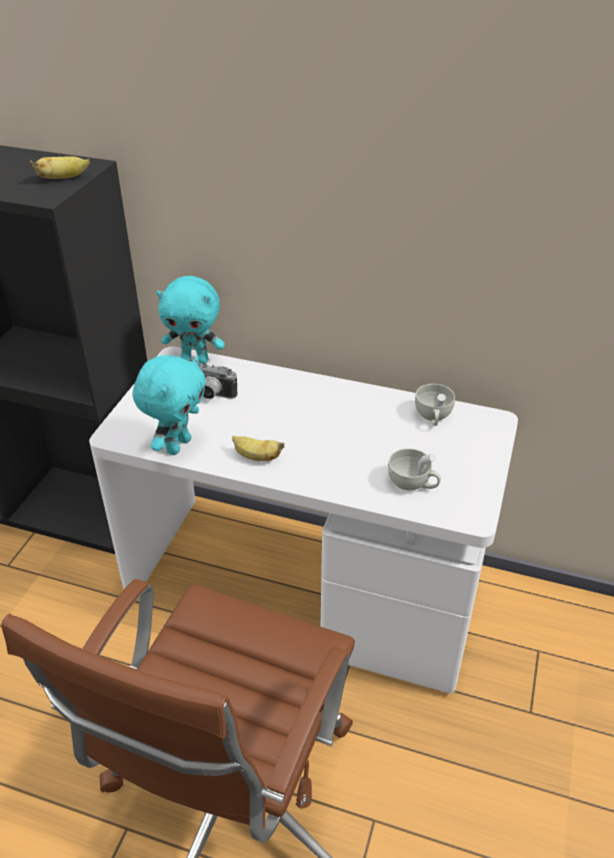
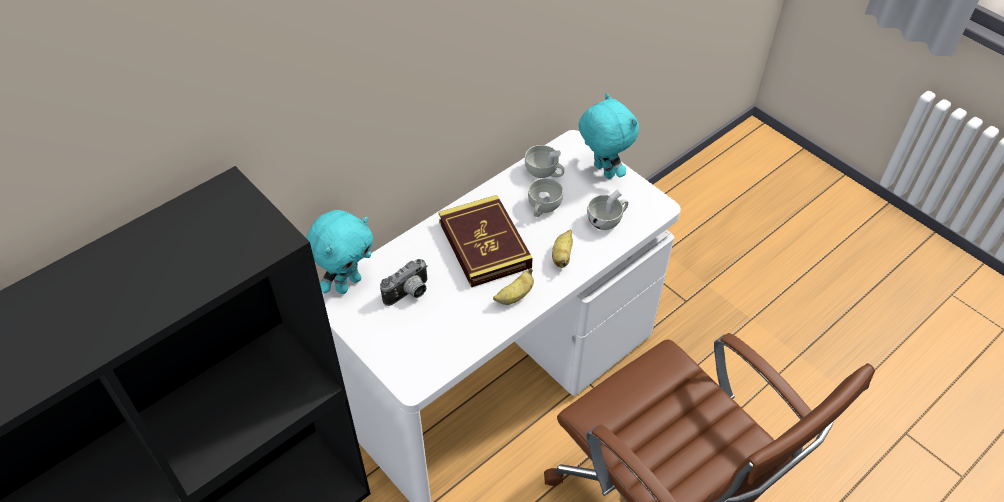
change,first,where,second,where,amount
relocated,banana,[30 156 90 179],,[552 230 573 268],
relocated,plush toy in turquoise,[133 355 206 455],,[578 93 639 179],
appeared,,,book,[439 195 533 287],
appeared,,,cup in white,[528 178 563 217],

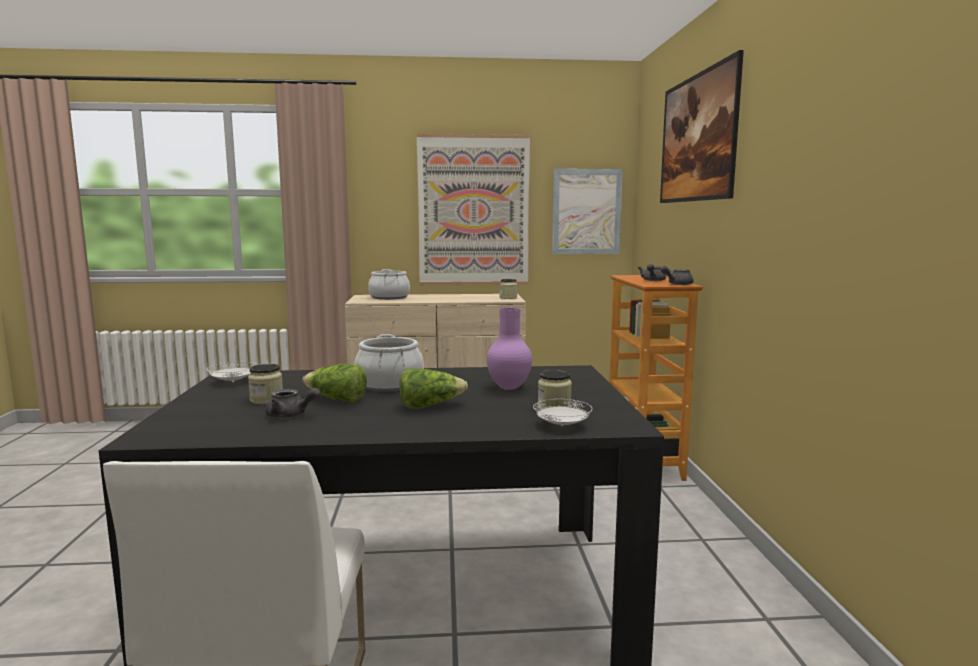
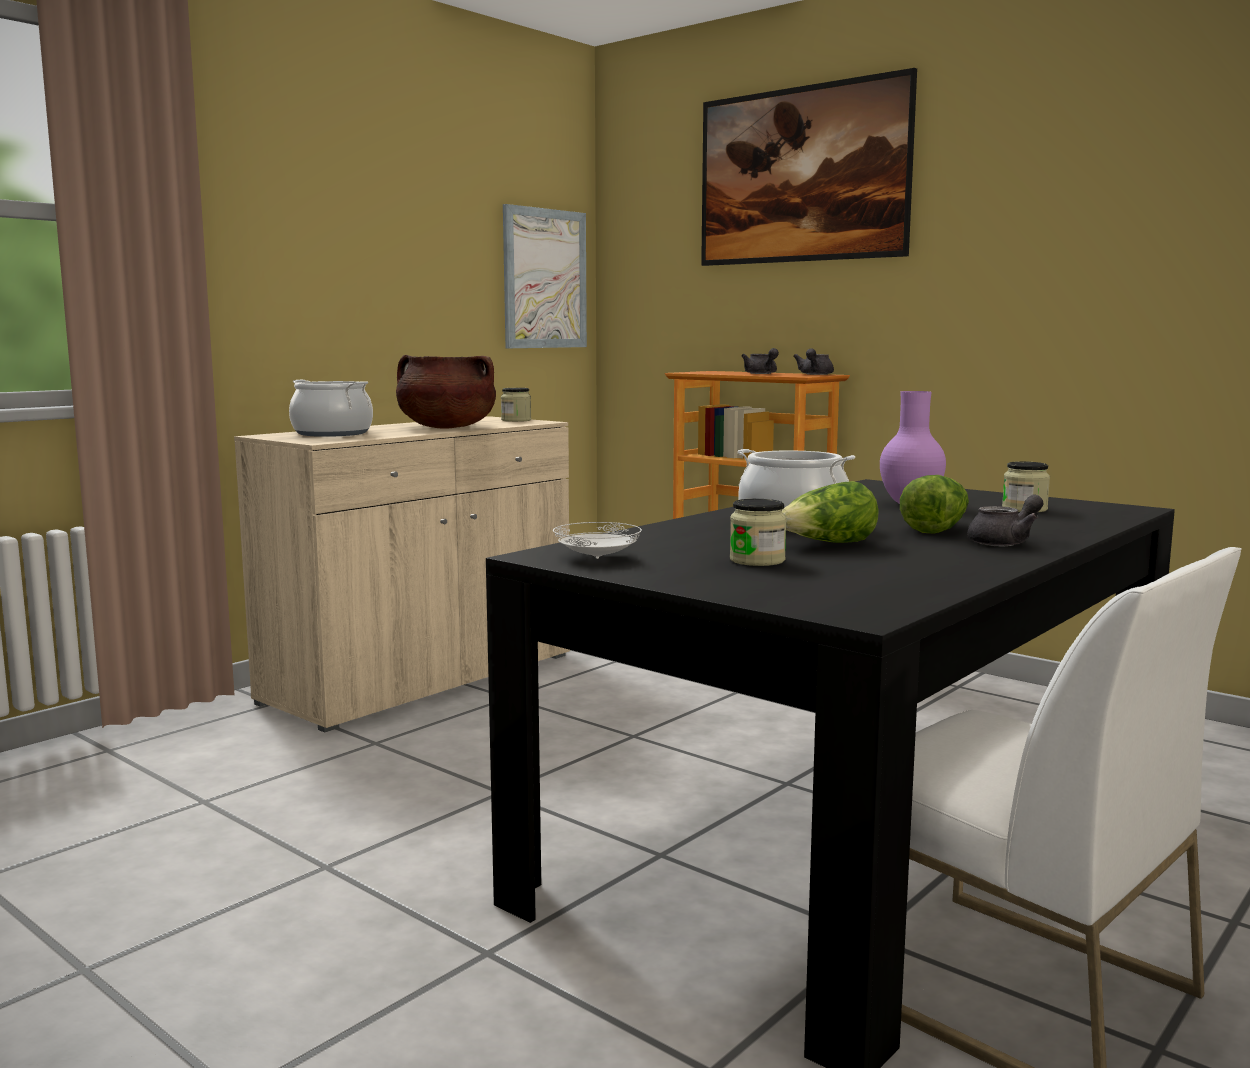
change,first,where,second,where,amount
relocated,teapot in grey,[266 388 321 418],,[967 495 1044 546],
missing,picture,[417 133 530 285],,,
missing,plate in white,[533 399 592 426],,,
appeared,,,cooking pot in brown,[396 355 496 428],

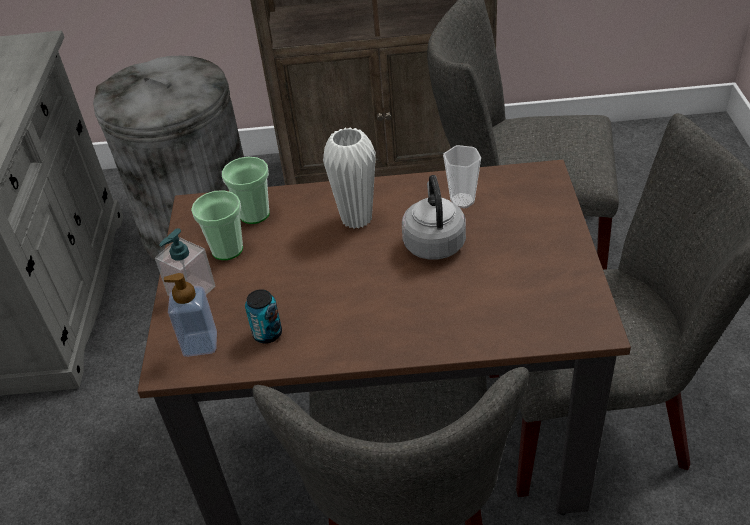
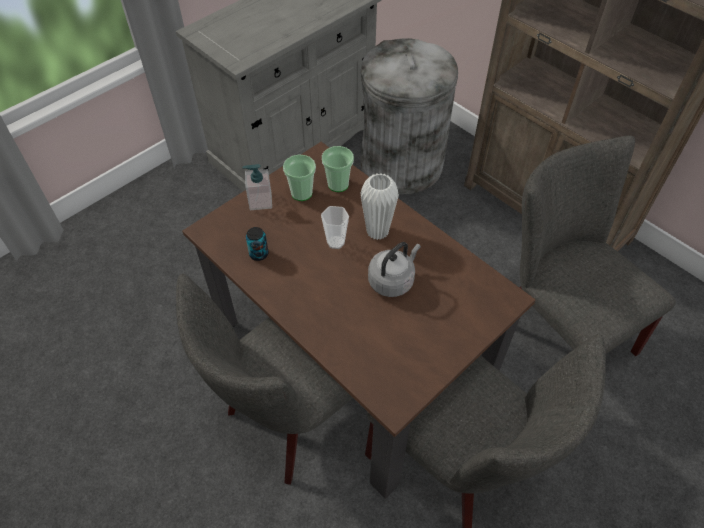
change,first,where,second,where,amount
missing,soap dispenser,[164 273 217 357],,,
relocated,cup,[443 145 481 208],,[321 206 349 249],

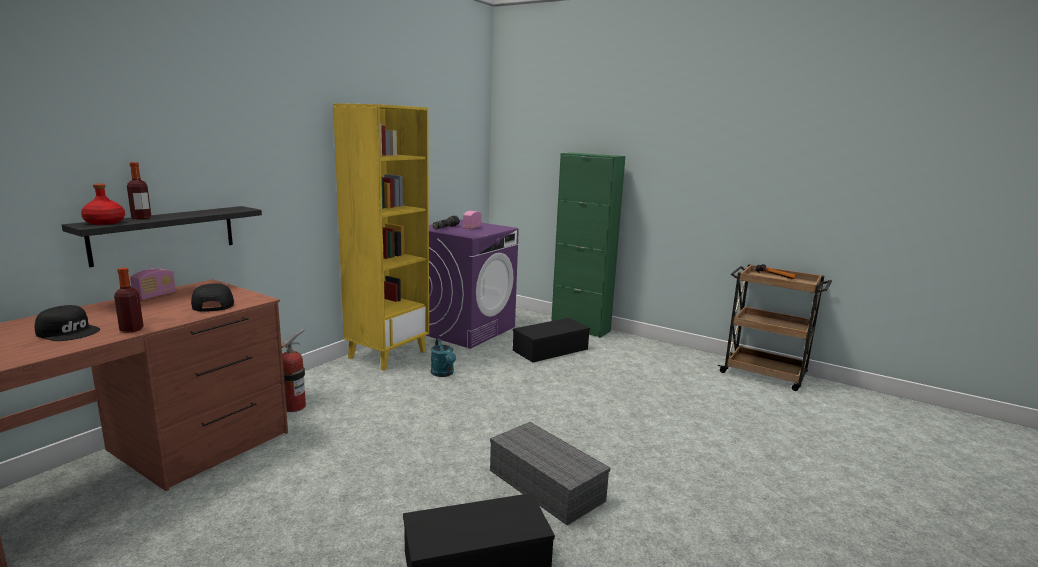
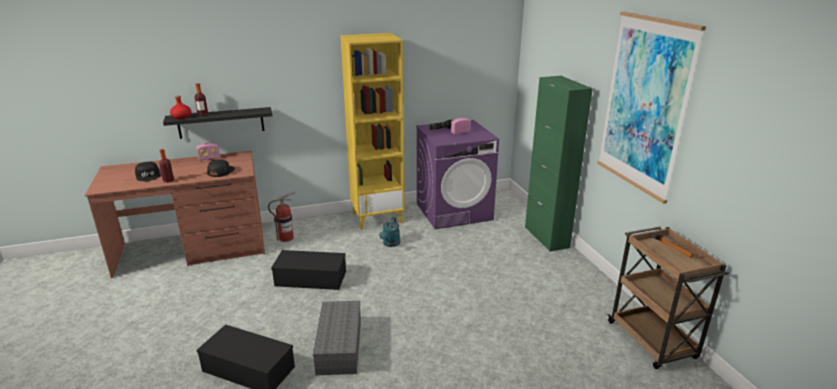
change,first,where,second,where,amount
relocated,storage box in black,[513 318 590 363],,[271 250 346 290],
appeared,,,picture,[597 12 706 204],

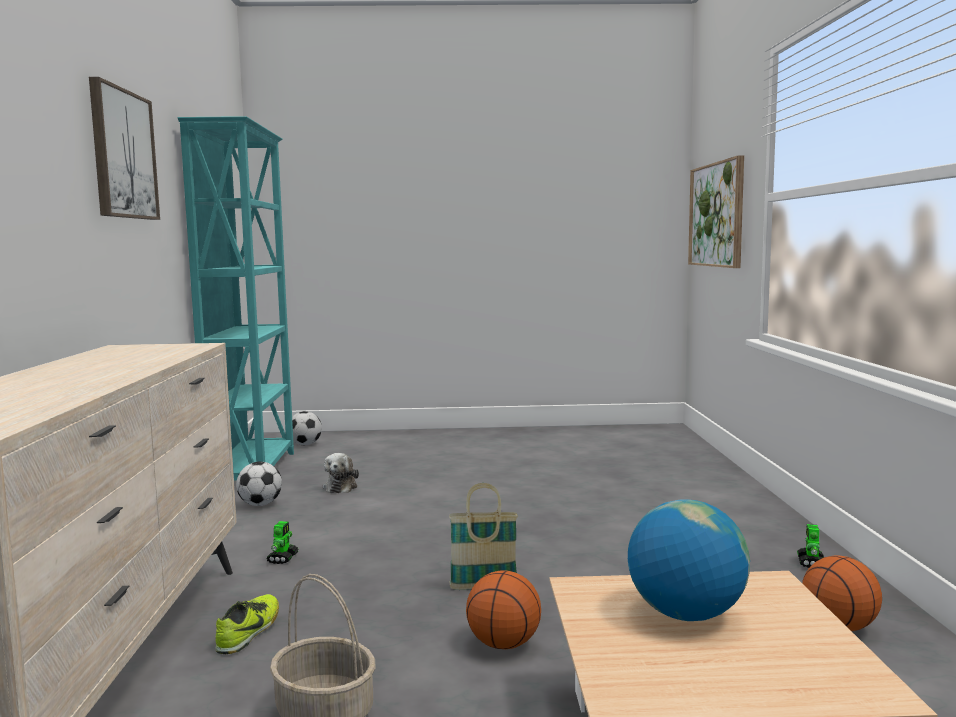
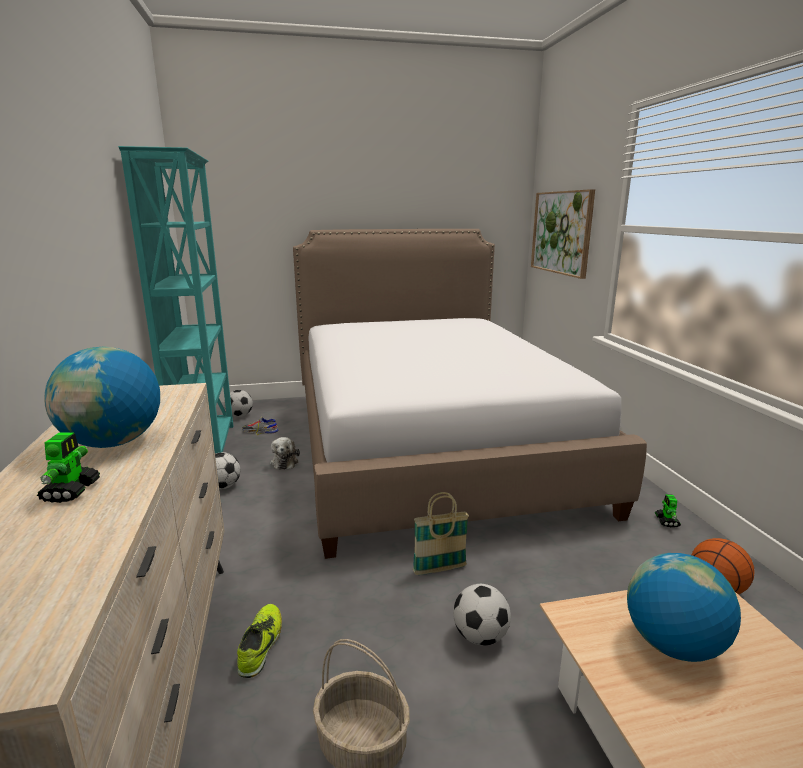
change,first,where,second,where,amount
missing,picture,[89 77 160 220],,,
relocated,toy robot,[266 521 298 564],,[37 432 100 503],
exchanged,basketball,[466 570 541 649],football,[453 584 511 646],
appeared,,,globe,[44 346 160 448],
appeared,,,shoe,[242 417 278 435],
appeared,,,bed,[293 229 647 559],

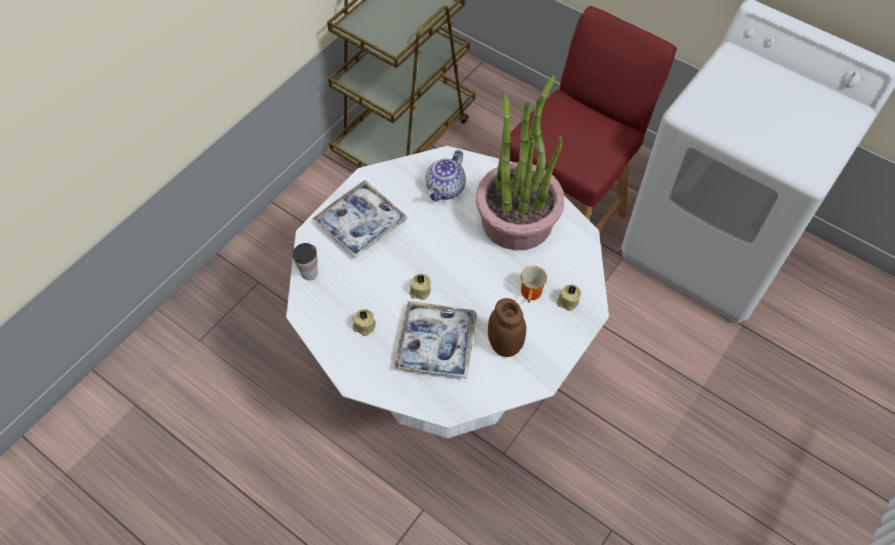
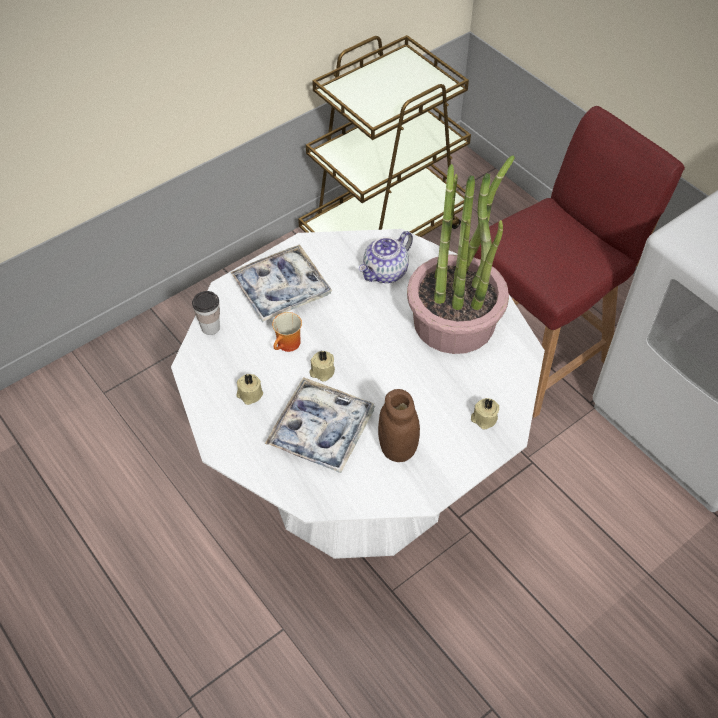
change,first,where,second,where,amount
relocated,mug,[521 266 547 303],,[272 312 302 352],

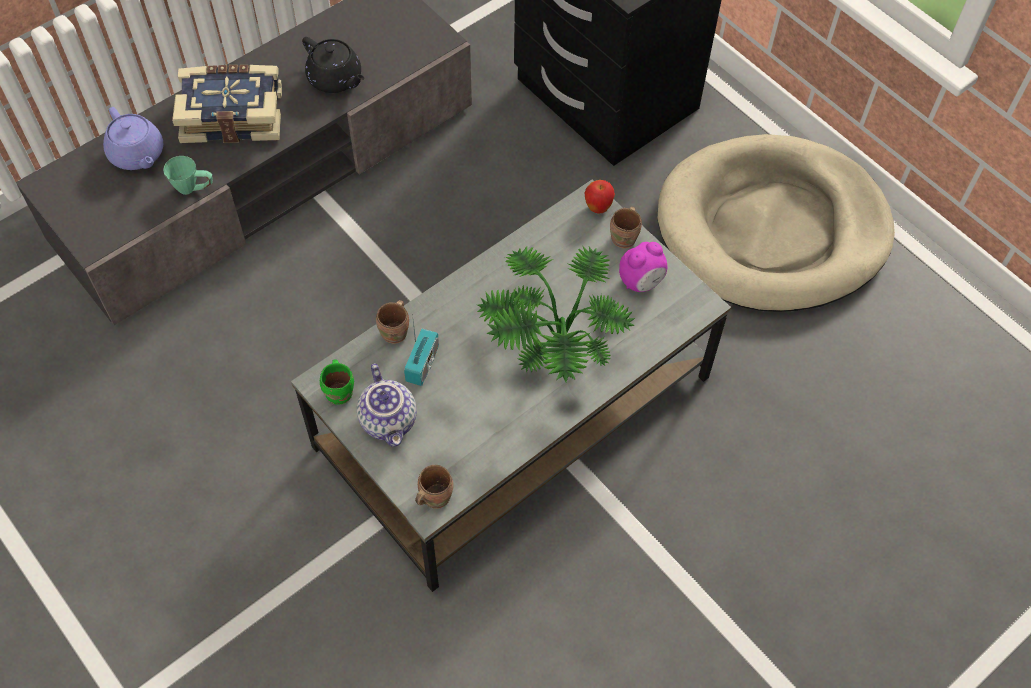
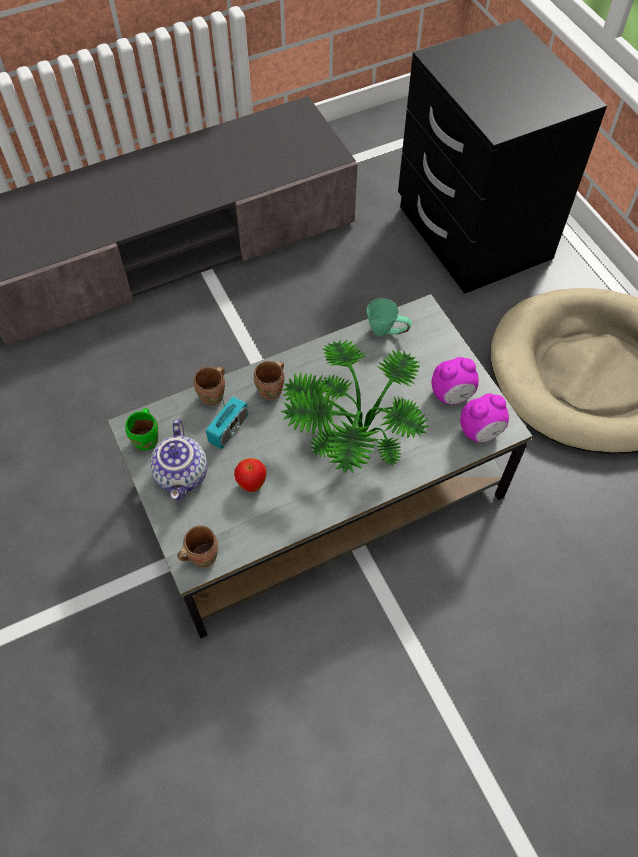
change,first,where,second,where,amount
missing,teapot in purple,[103 107 163 170],,,
relocated,mug in green,[163 156 213 195],,[367 298 412 336],
missing,book,[172 65 282 143],,,
missing,teapot in black,[302 37 365 93],,,
relocated,apple,[585 180 615 214],,[234 458 267 492],
relocated,mug in brown,[610 207 642 248],,[254 361 285 400],
appeared,,,alarm clock,[460 394 509 442],

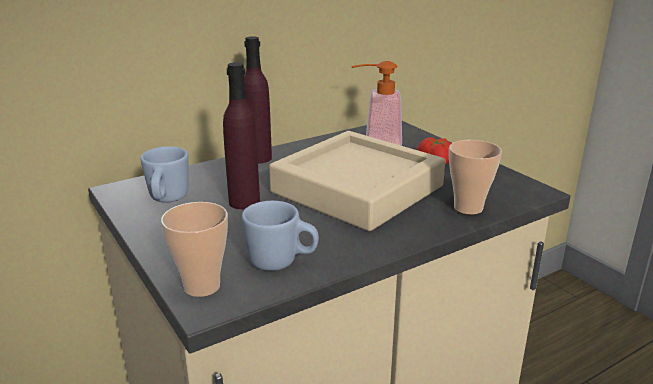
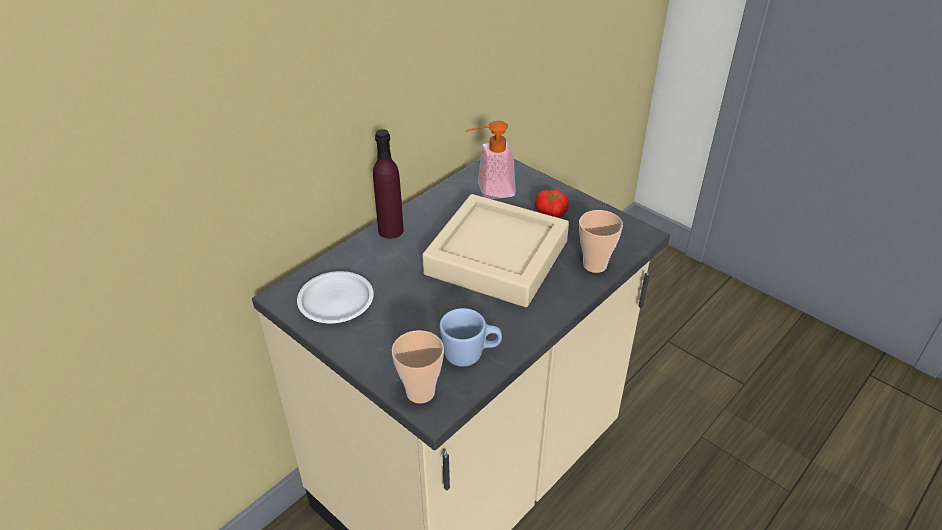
change,first,where,second,where,amount
exchanged,mug in blue,[140 146 189 203],plate in white,[297 271 374 323],
missing,bottle in purple,[223 62 260 209],,,

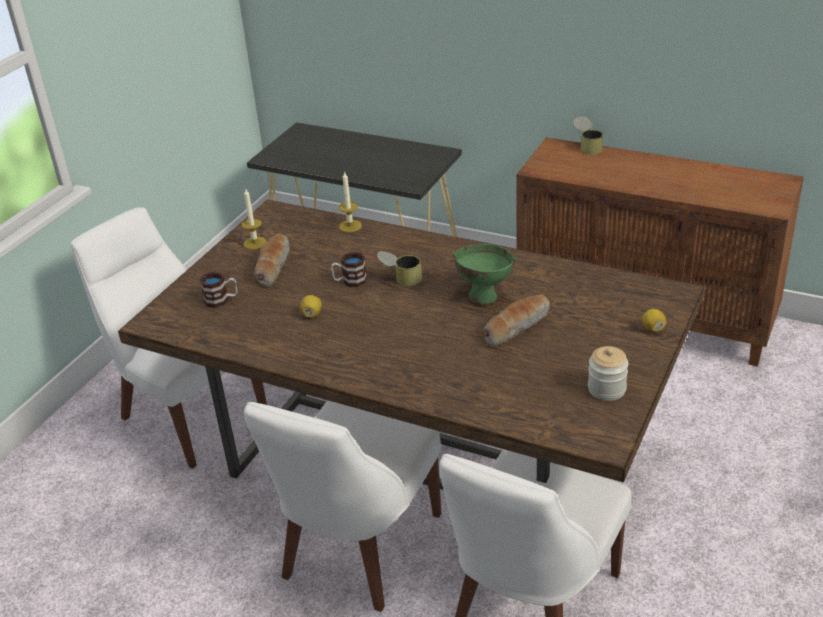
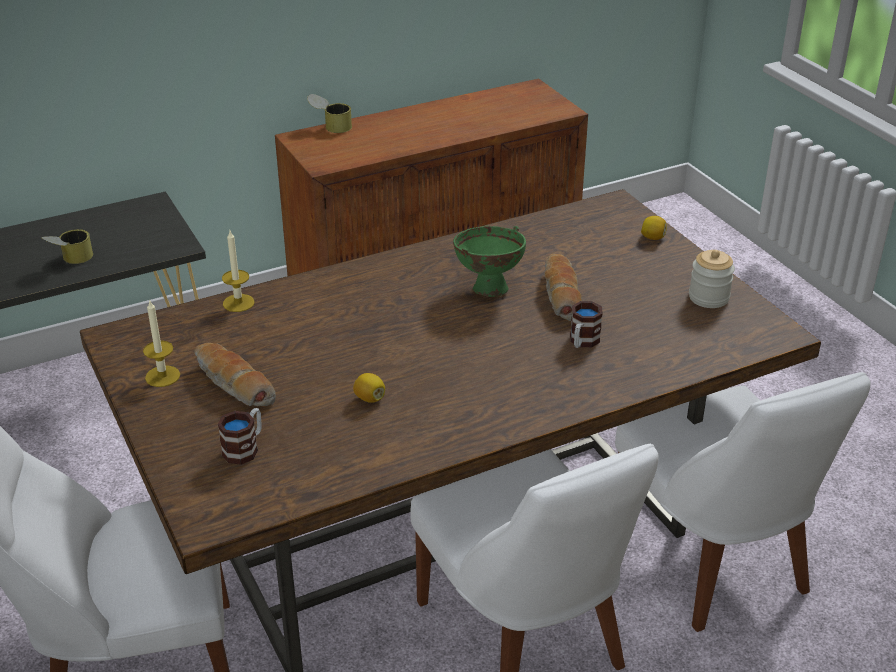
change,first,where,second,where,amount
relocated,mug,[331 252 367 287],,[570 301 603 348],
relocated,can,[377 251 422 286],,[42 229 93 264],

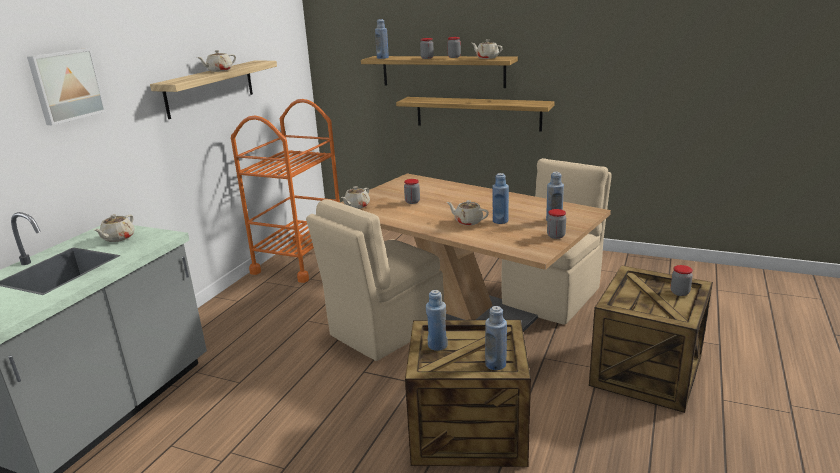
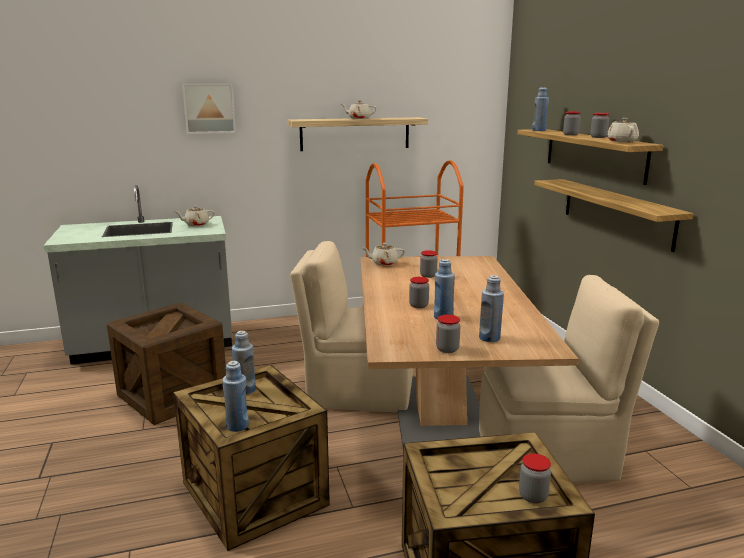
change,first,where,second,where,amount
exchanged,teapot in beige,[447 200 489 225],jar,[409 277 429 308],
appeared,,,crate,[107 303 226 425],

